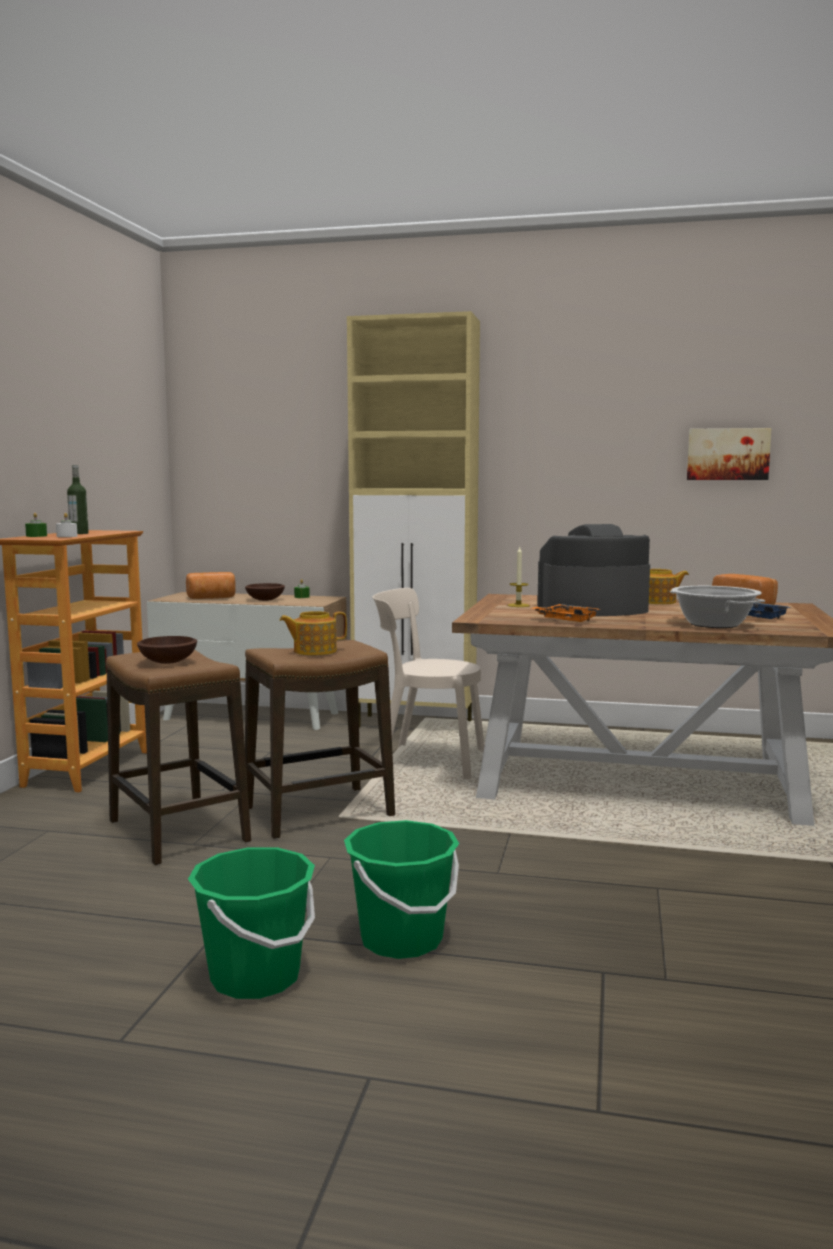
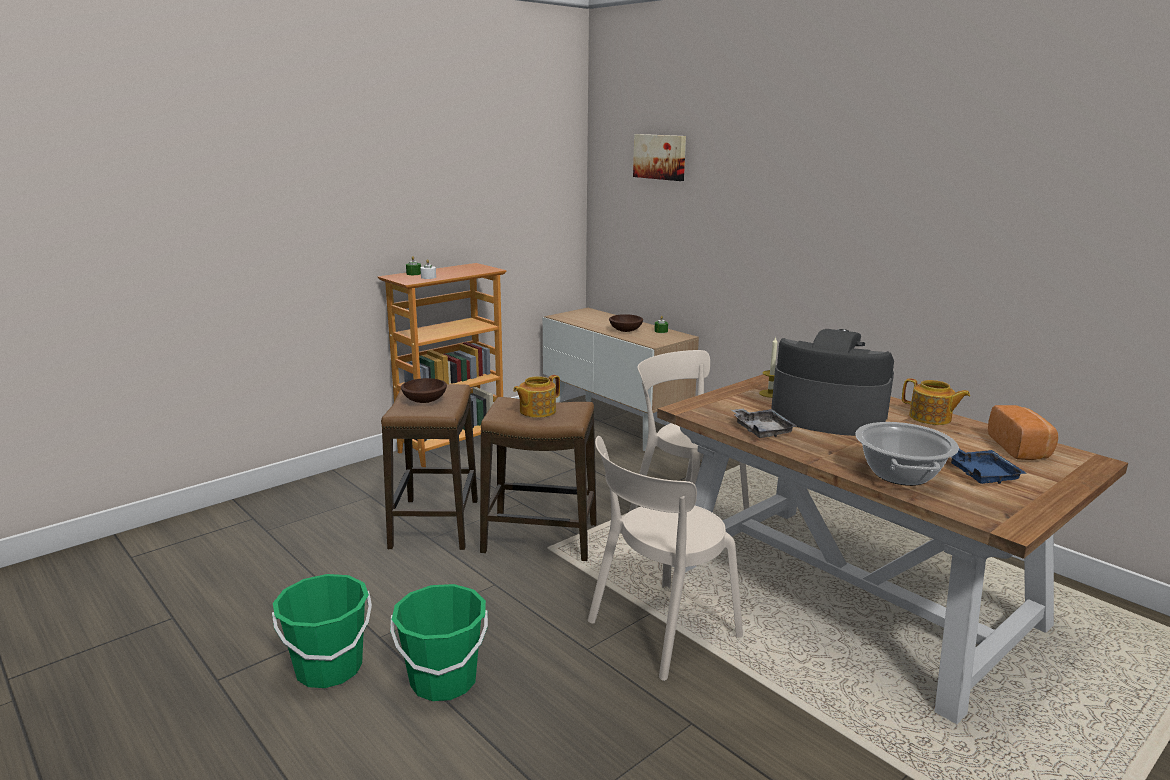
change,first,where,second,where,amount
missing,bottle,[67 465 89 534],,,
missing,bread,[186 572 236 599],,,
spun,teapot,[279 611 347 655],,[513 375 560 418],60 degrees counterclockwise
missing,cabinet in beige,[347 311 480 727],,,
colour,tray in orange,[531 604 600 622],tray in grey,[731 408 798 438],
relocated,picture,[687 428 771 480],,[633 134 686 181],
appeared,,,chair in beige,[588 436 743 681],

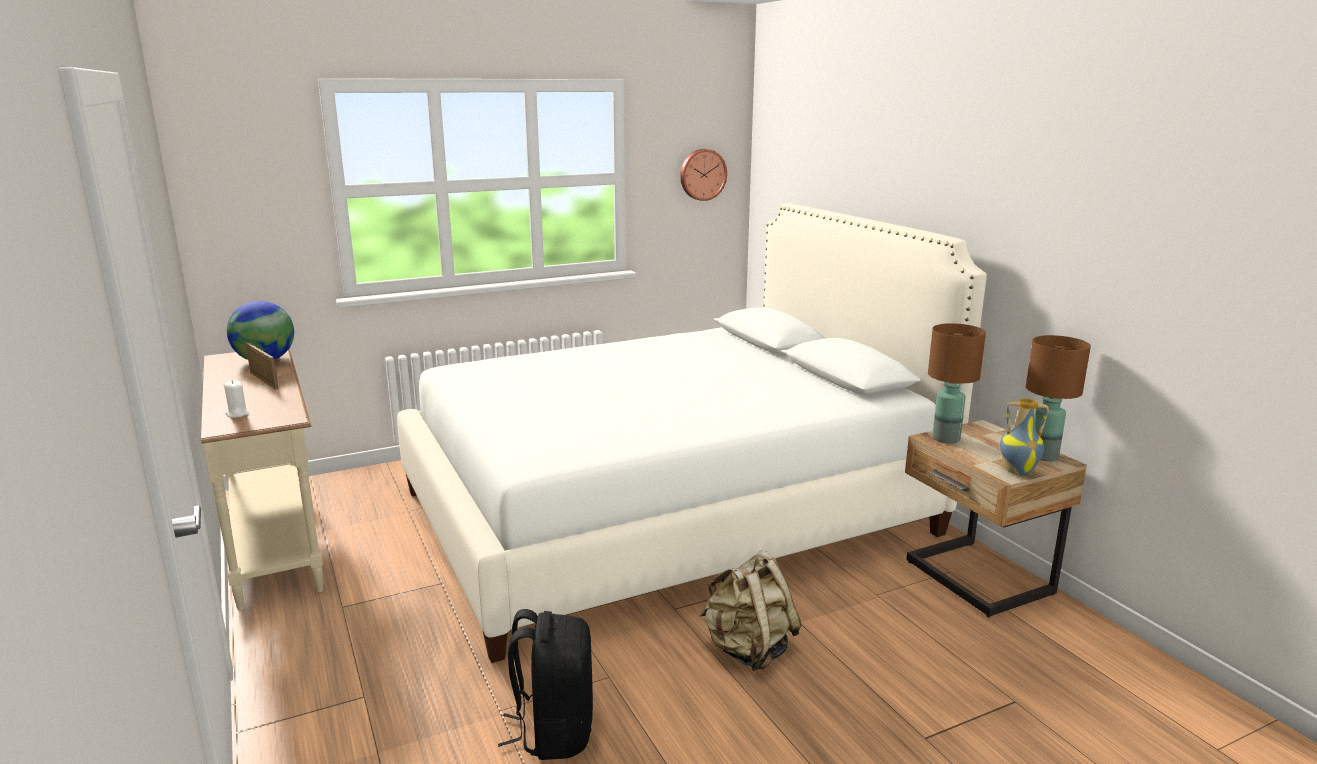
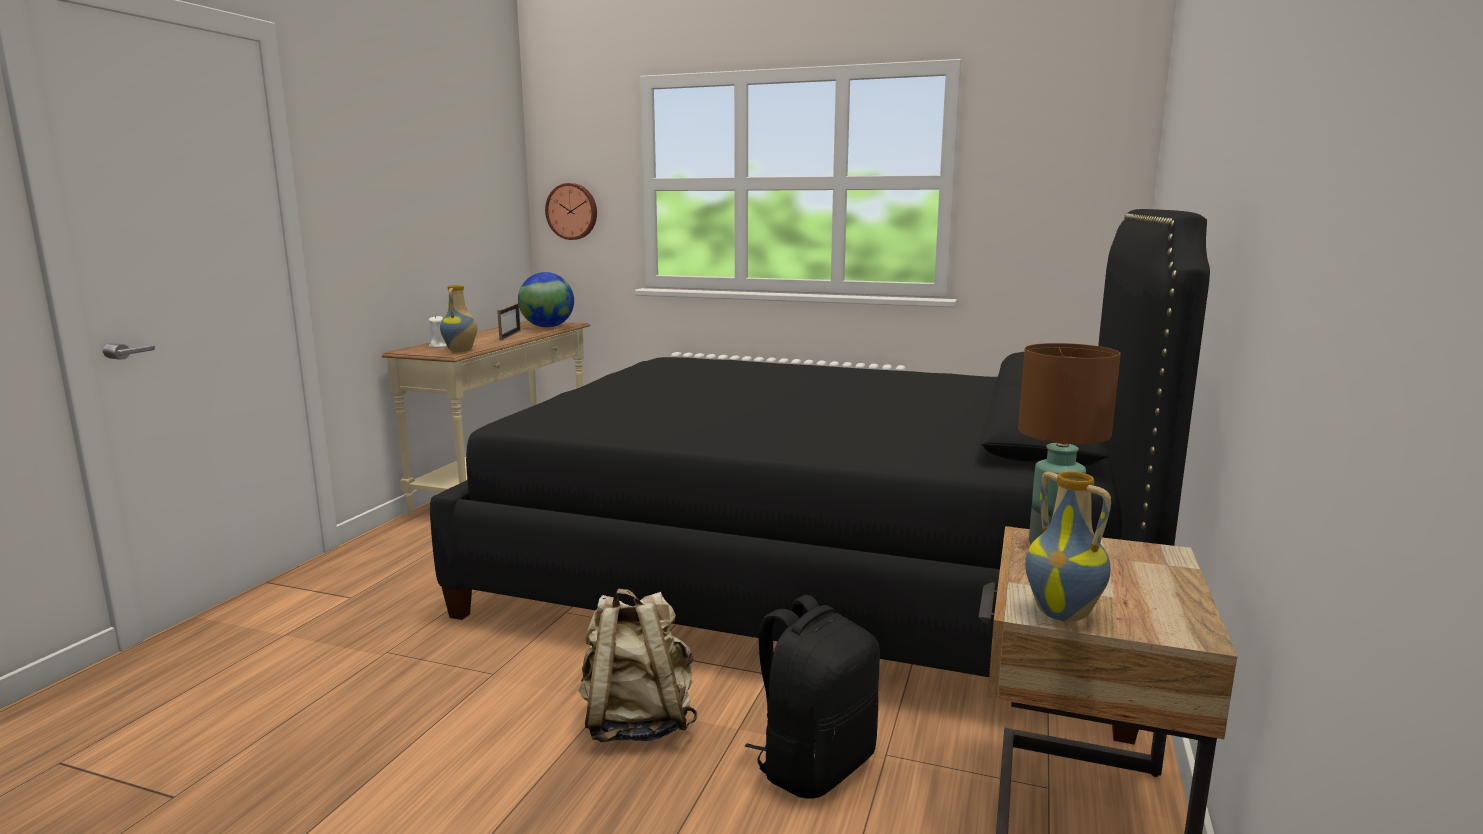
change,first,where,second,where,amount
colour,bed in white,[397 203 987 663],bed in black,[430 209 1210 744],
relocated,backpack in black,[498 609 593 760],,[745 595 880 798],
relocated,wall clock,[680 149 727 201],,[545 183 597 240],
missing,table lamp in brown,[1026 335 1091 461],,,
appeared,,,vase,[440 285 477 352],

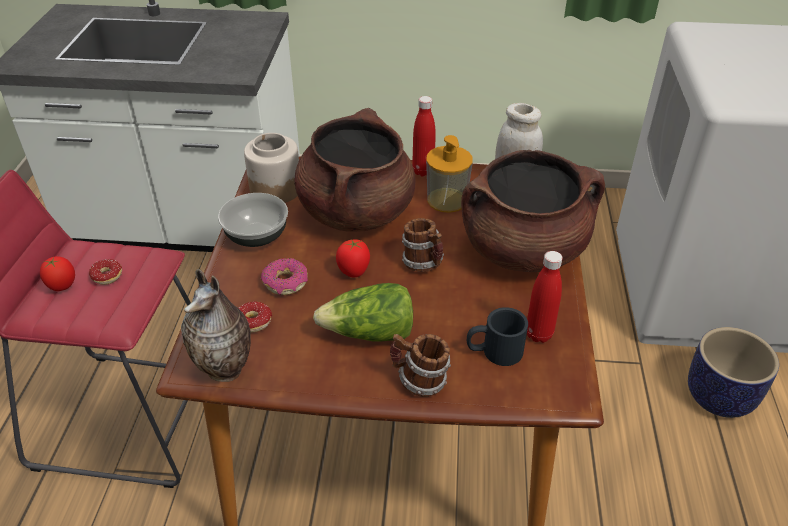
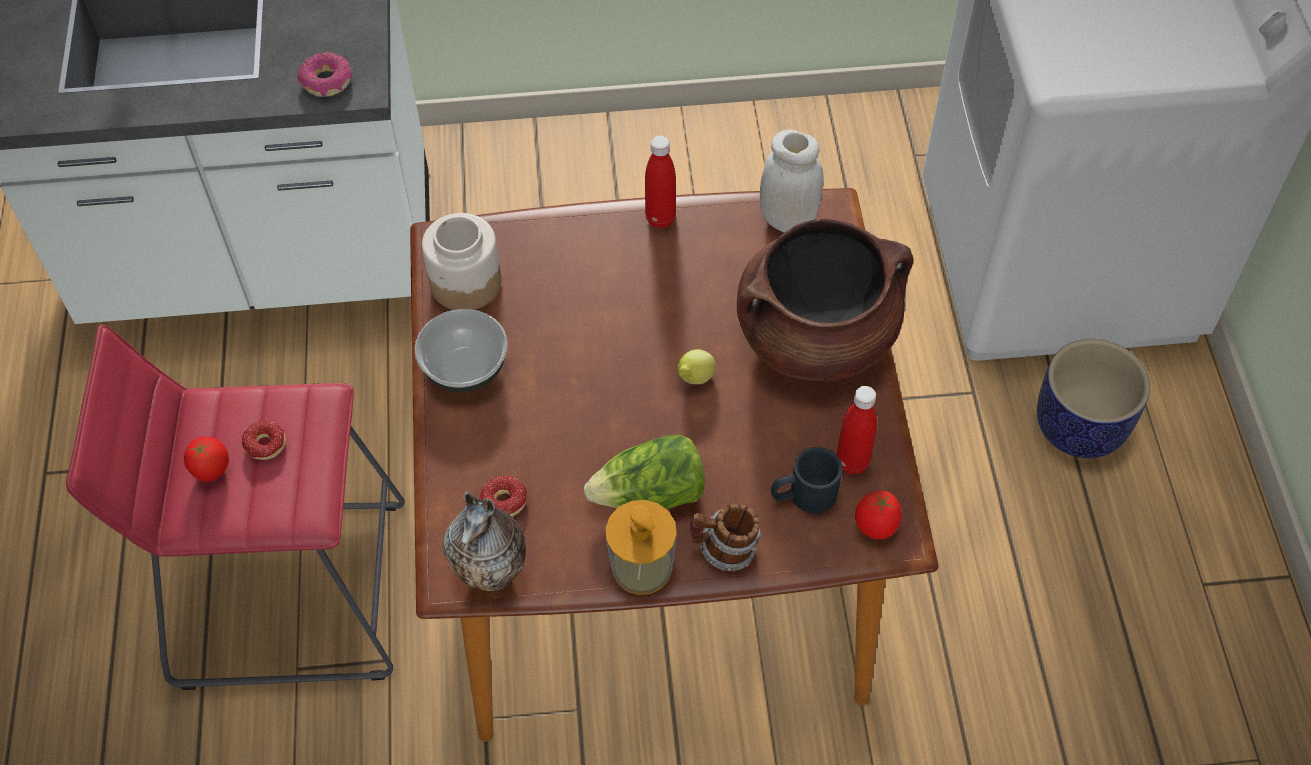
change,first,where,second,where,amount
relocated,donut,[261 258 308 295],,[297 52 352 97],
missing,cooking pot in brown,[295 108 416 232],,,
relocated,tomato,[336 239 370 278],,[855 491 902 539],
exchanged,mug,[402 218 444 272],lemon,[678 349 716 384],
relocated,soap dispenser,[426 135 473 213],,[605 500 677 595],

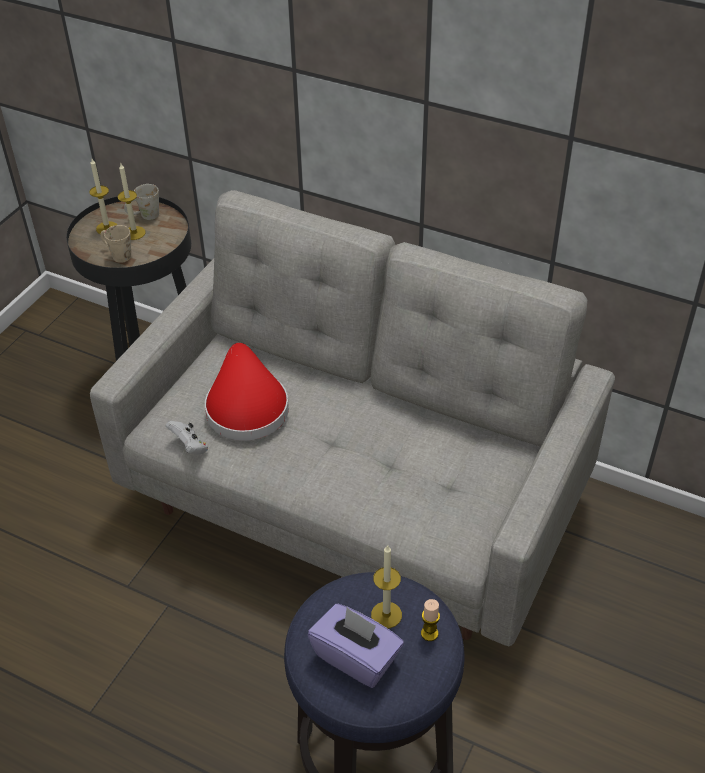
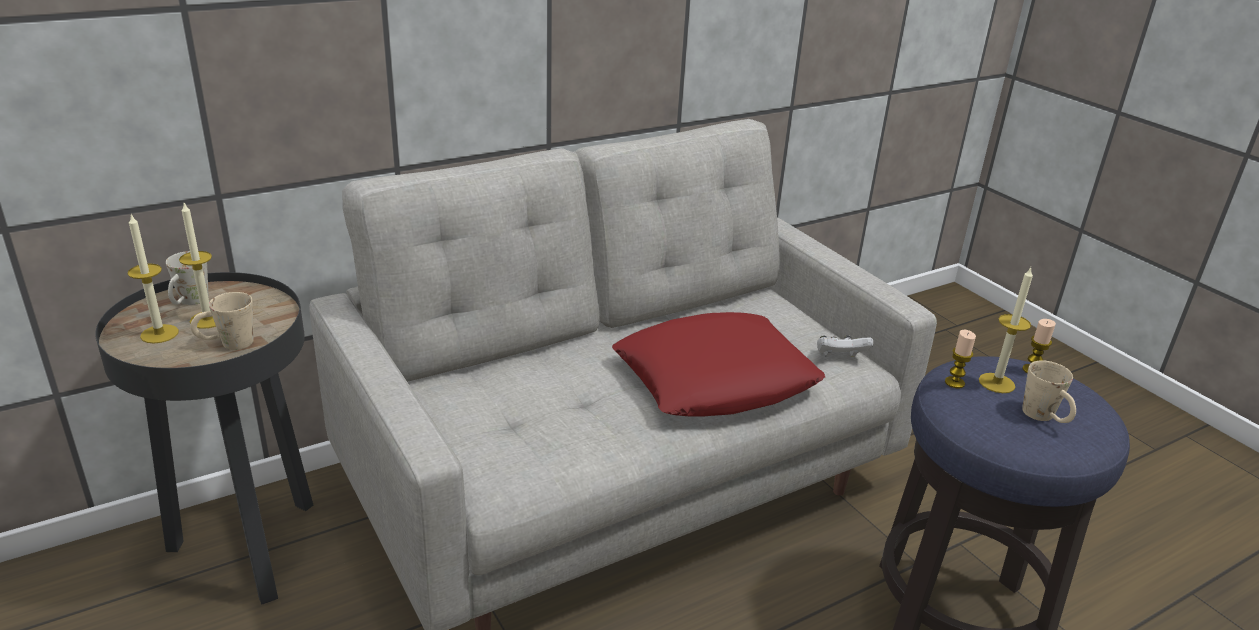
change,first,where,second,where,amount
relocated,game controller in white,[166 421 208 455],,[817 335 873 357],
missing,hat in red,[205 343 289 441],,,
exchanged,tissue box in purple,[308 604 404 688],mug in beige,[1022 360 1076 423],
appeared,,,pillow in red,[612 312 825 417],
appeared,,,candle,[945 330 976 389],

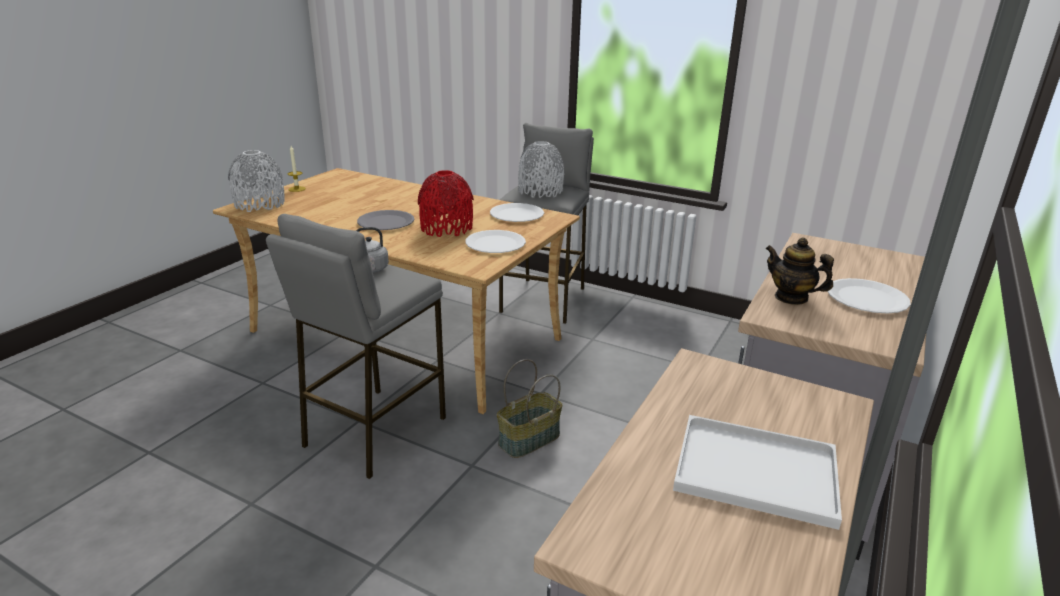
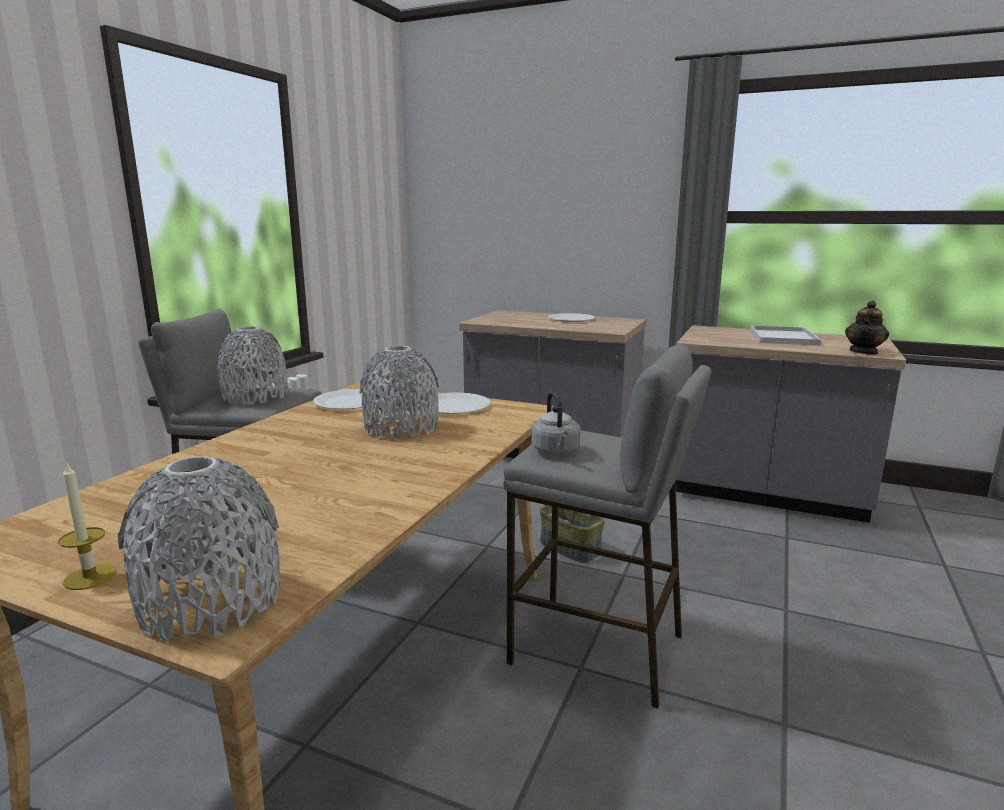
change,first,where,second,where,amount
missing,plate in grey,[357 210 414 230],,,
colour,vase in red,[418 170 474 237],vase in grey,[359 346 439 439],
relocated,teapot,[765 237 834 305],,[845 301 889 355],

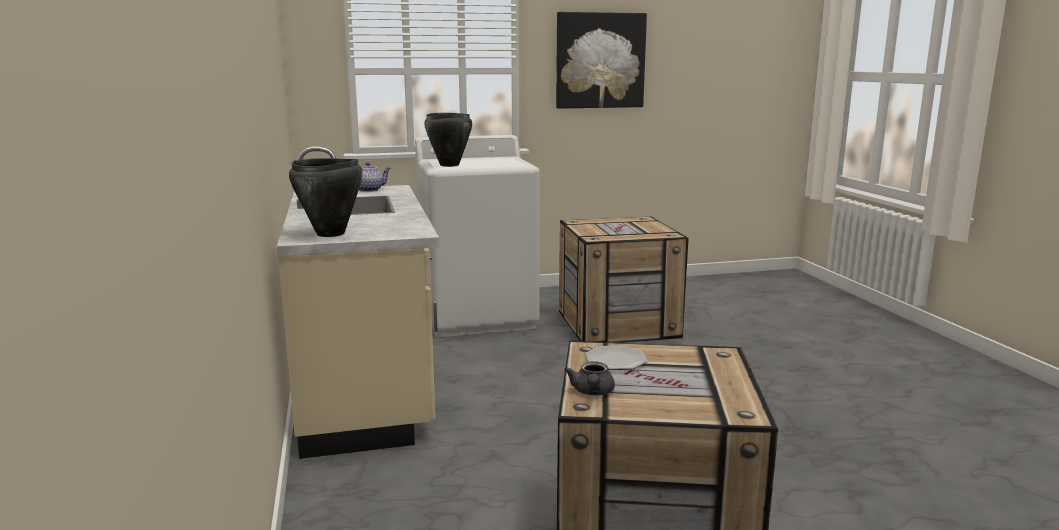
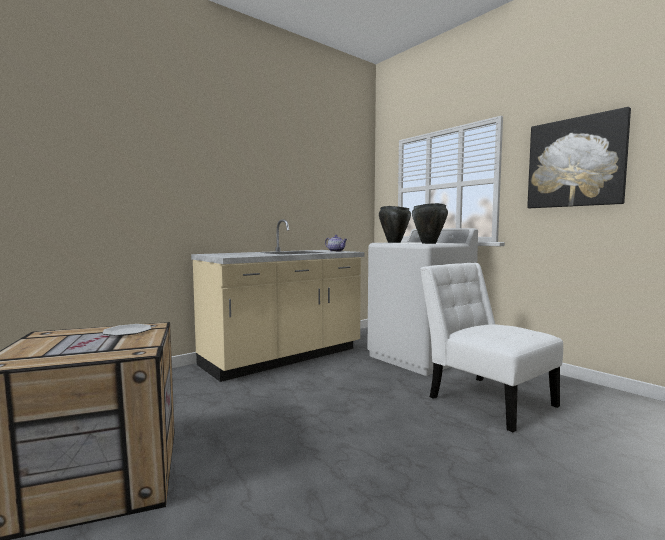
change,first,where,second,where,amount
relocated,cooking pot in black,[289 158 363 237],,[412 203 448 244],
exchanged,crate,[559 217 689 343],chair in white,[420 263 563 432],
missing,teapot in grey,[564 361 615 396],,,

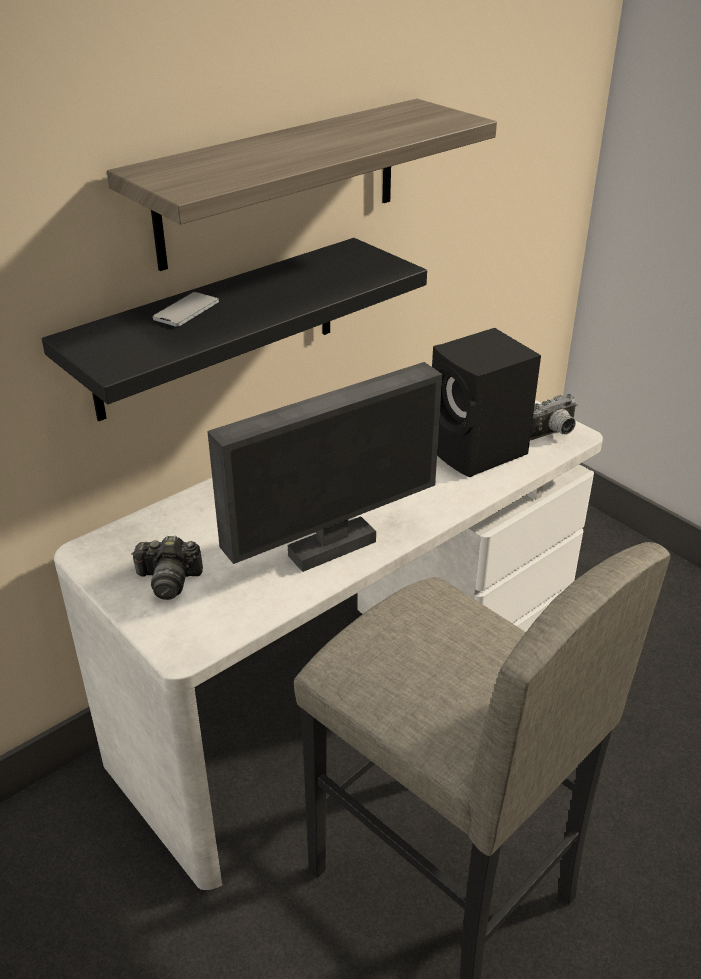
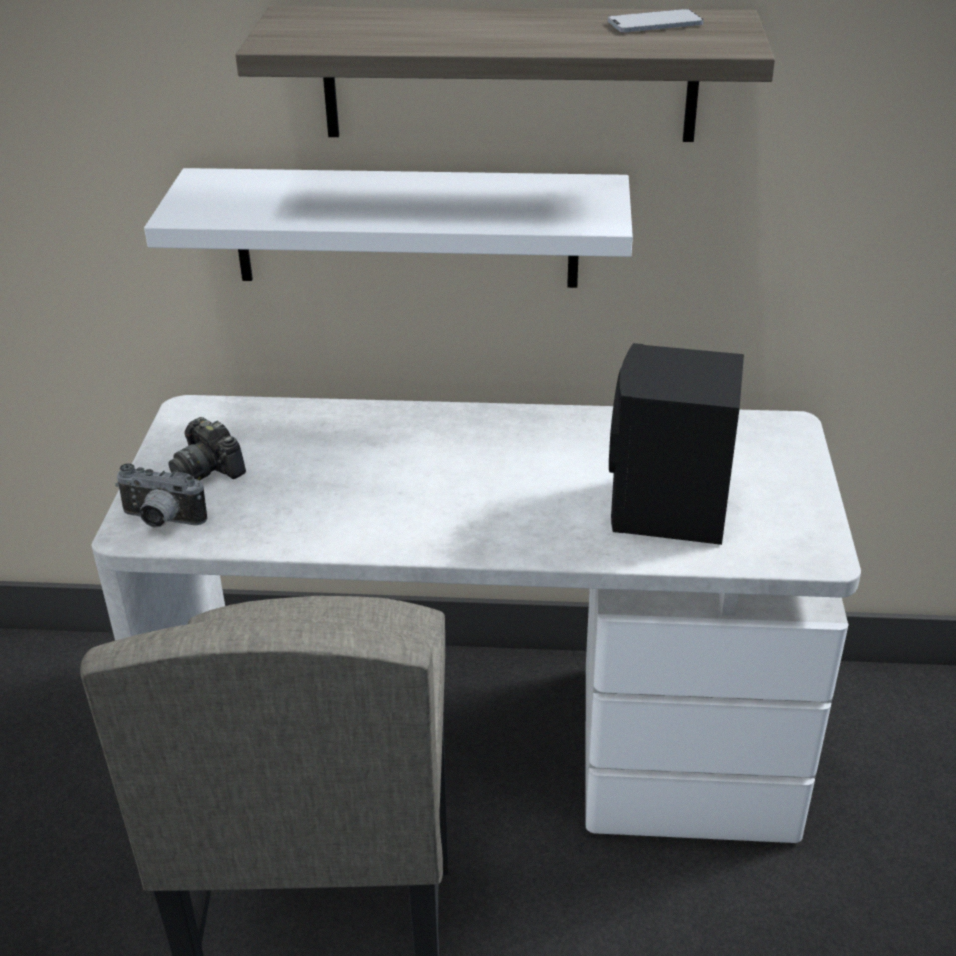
change,first,where,second,where,amount
colour,shelf in black,[42 238 427 421],shelf in white,[144 168 633 288],
relocated,phone,[153 292 219 327],,[608 9 704 32],
missing,monitor,[207 362 442 572],,,
relocated,photo camera,[530 394 577 440],,[115 463 207 528],

